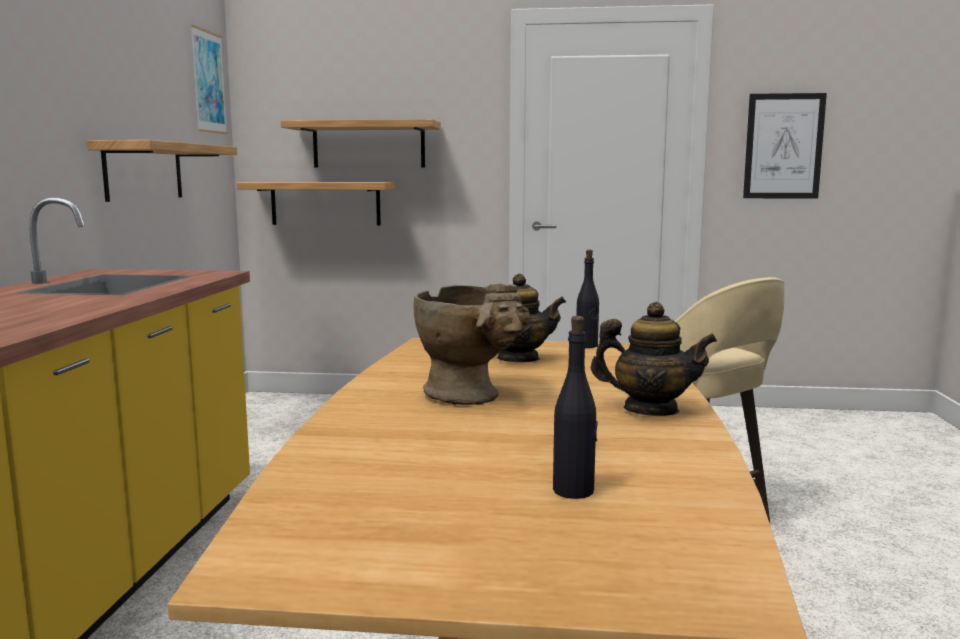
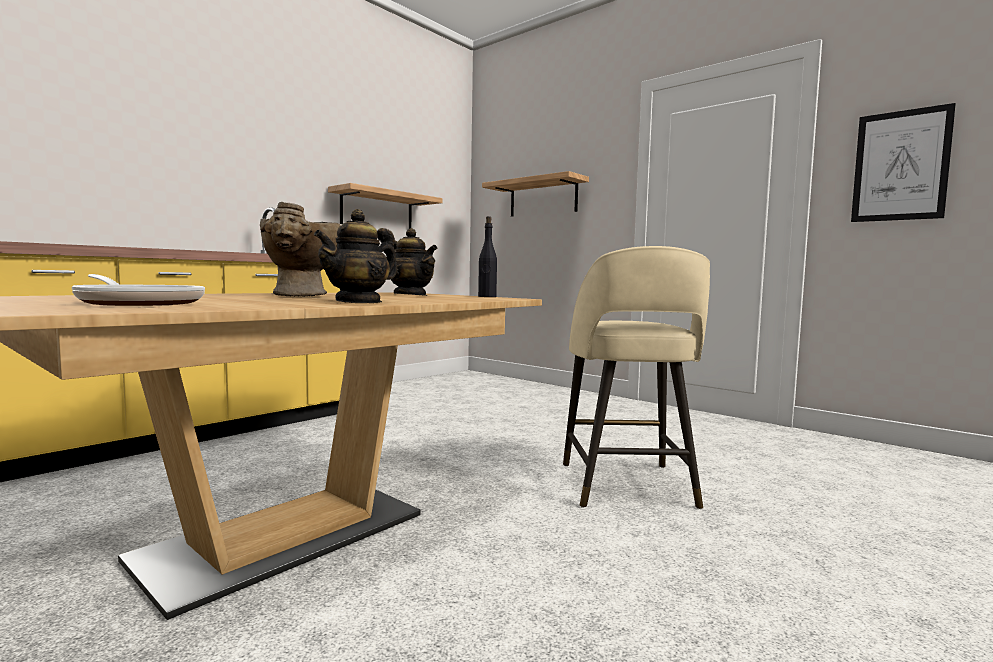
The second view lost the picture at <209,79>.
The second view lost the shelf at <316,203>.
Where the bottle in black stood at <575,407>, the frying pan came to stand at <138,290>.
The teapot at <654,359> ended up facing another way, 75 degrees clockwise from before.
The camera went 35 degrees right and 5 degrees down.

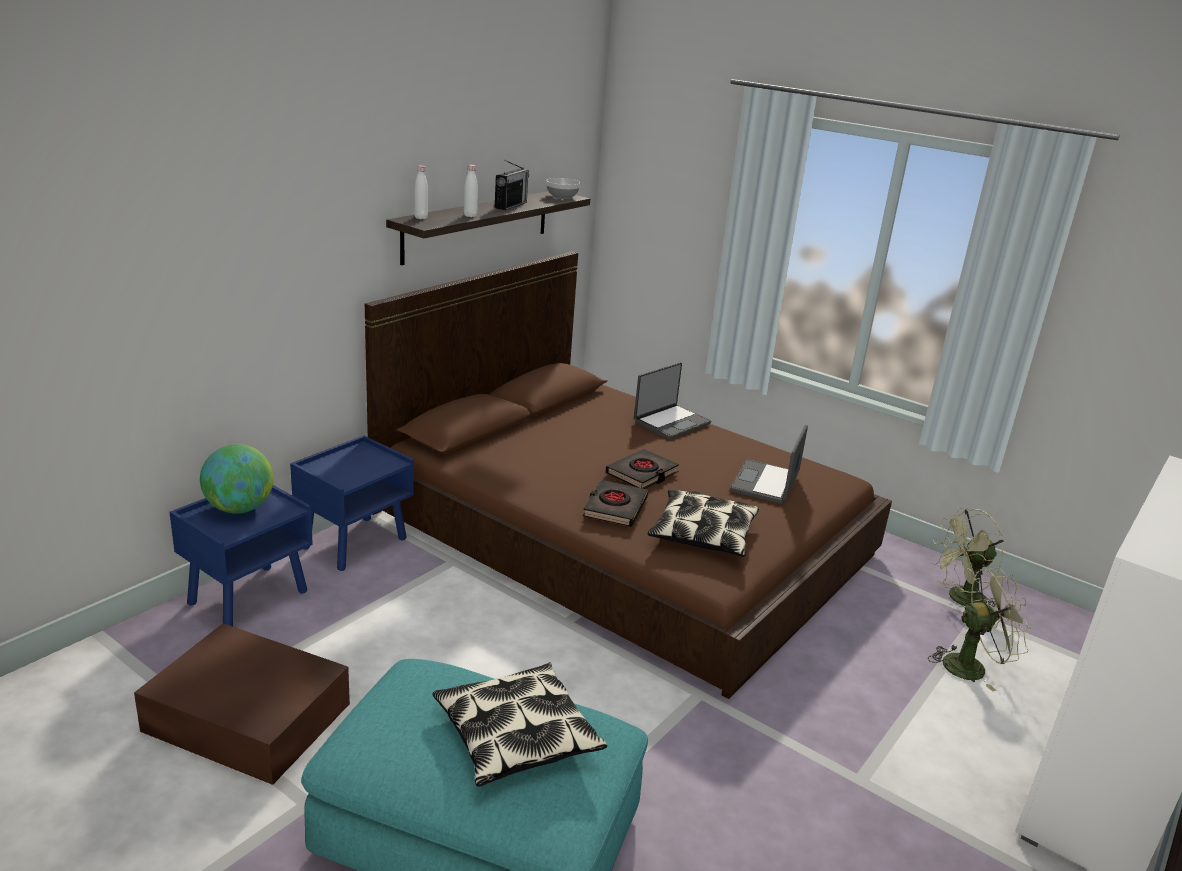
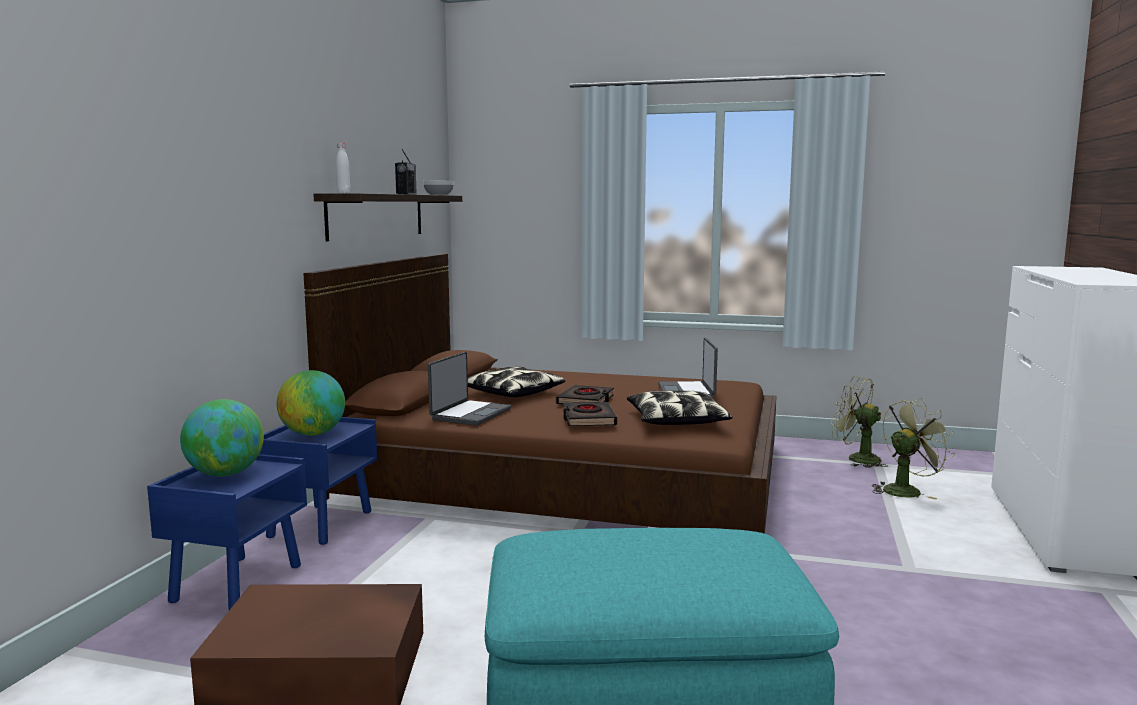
The second view lost the bottle in white at <471,191>.
The second view gained the globe at <311,403>.
The pillow ended up elsewhere, having gone from <520,724> to <516,381>.
The laptop ended up elsewhere, having gone from <672,400> to <469,388>.
The fan in green at <968,557> ended up facing another way, 75 degrees clockwise from before.
The camera went 20 degrees left and 15 degrees down.

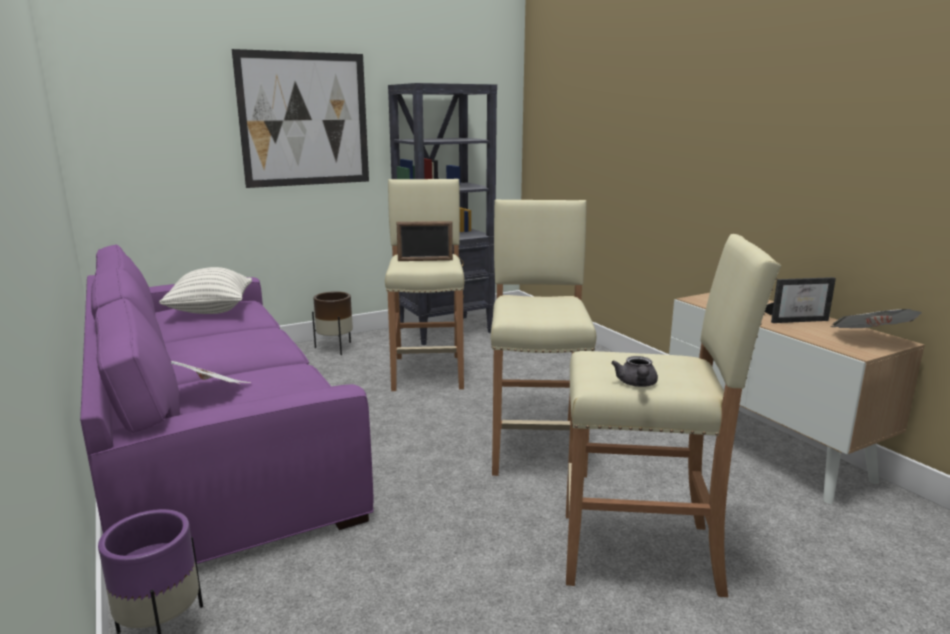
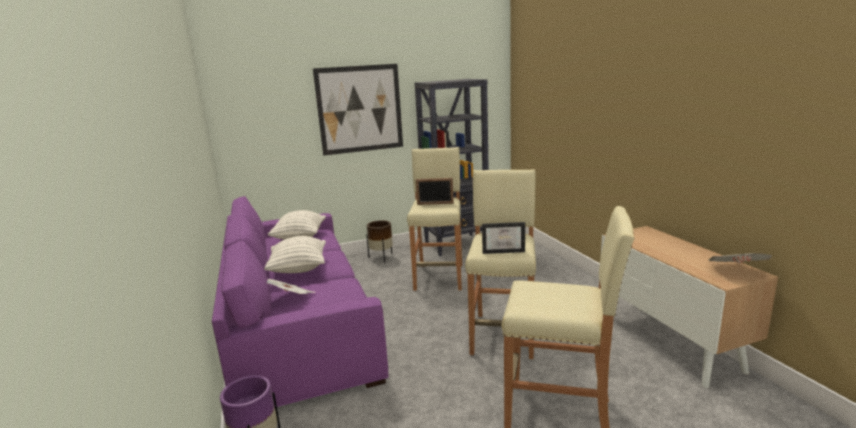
The second view lost the teapot in grey at <634,371>.
The second view gained the pillow at <295,254>.
The picture frame ended up elsewhere, having gone from <800,300> to <503,238>.
The camera went 10 degrees right and 0 degrees up.

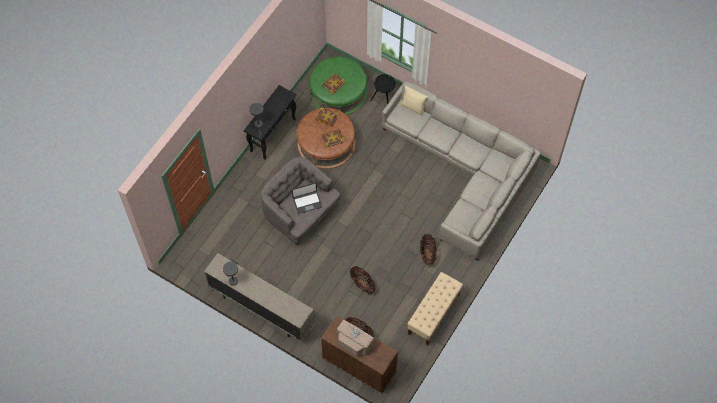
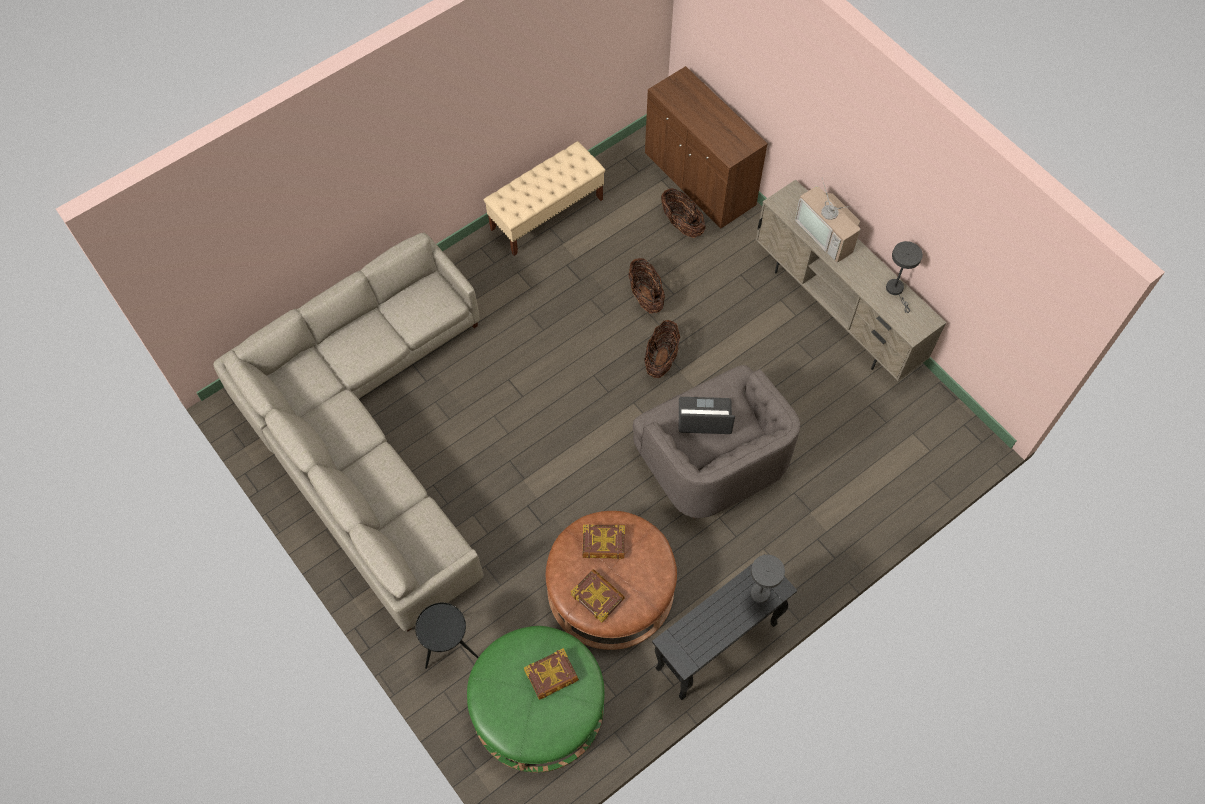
The second view lost the pillow in beige at <414,100>.
The television ended up elsewhere, having gone from <355,338> to <827,221>.
The basket ended up elsewhere, having gone from <428,249> to <662,349>.
The camera went 160 degrees left and 0 degrees up.

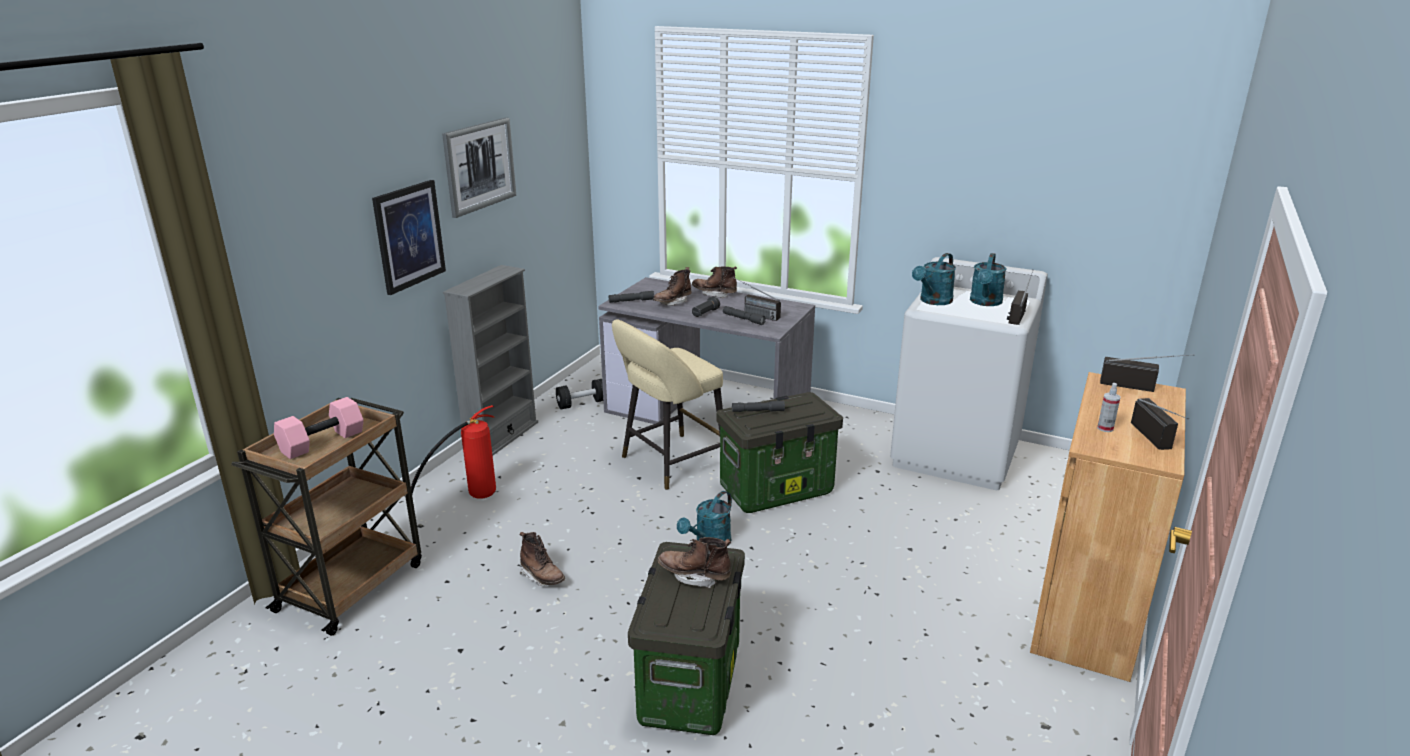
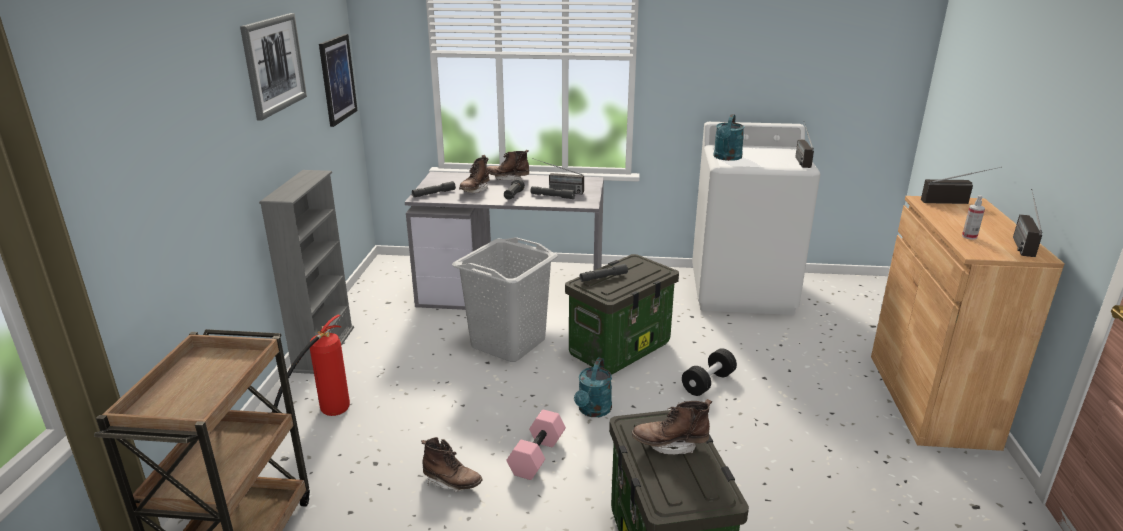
The second view lost the watering can in turquoise at <988,279>.
The dumbbell in pink ended up elsewhere, having gone from <319,428> to <536,444>.
The picture ended up elsewhere, having gone from <409,237> to <338,80>.
The dumbbell in black ended up elsewhere, having gone from <579,394> to <709,372>.
Where the stool in beige stood at <667,404>, the laundry basket in grey came to stand at <505,299>.
The radio at <1160,424> ended up facing another way, 135 degrees counterclockwise from before.
The camera went 20 degrees left and 0 degrees up.

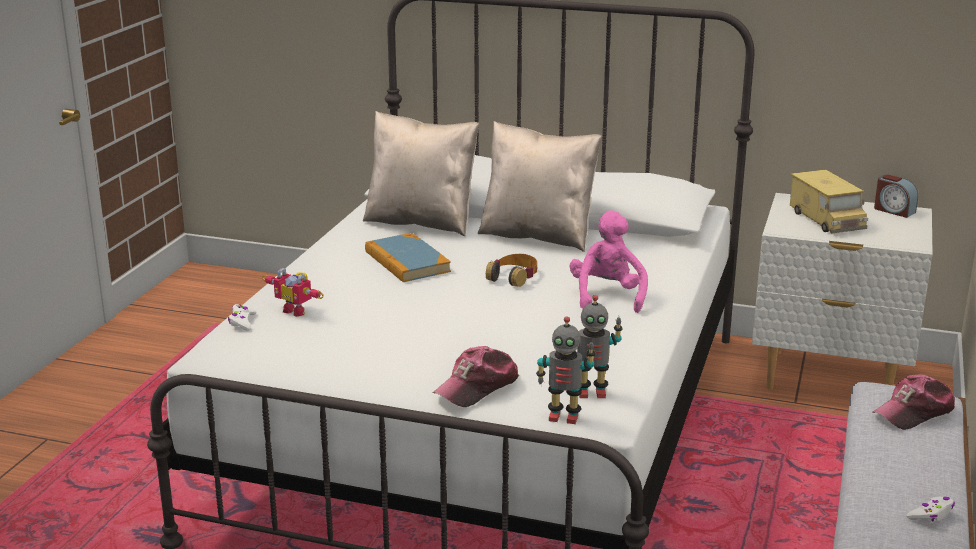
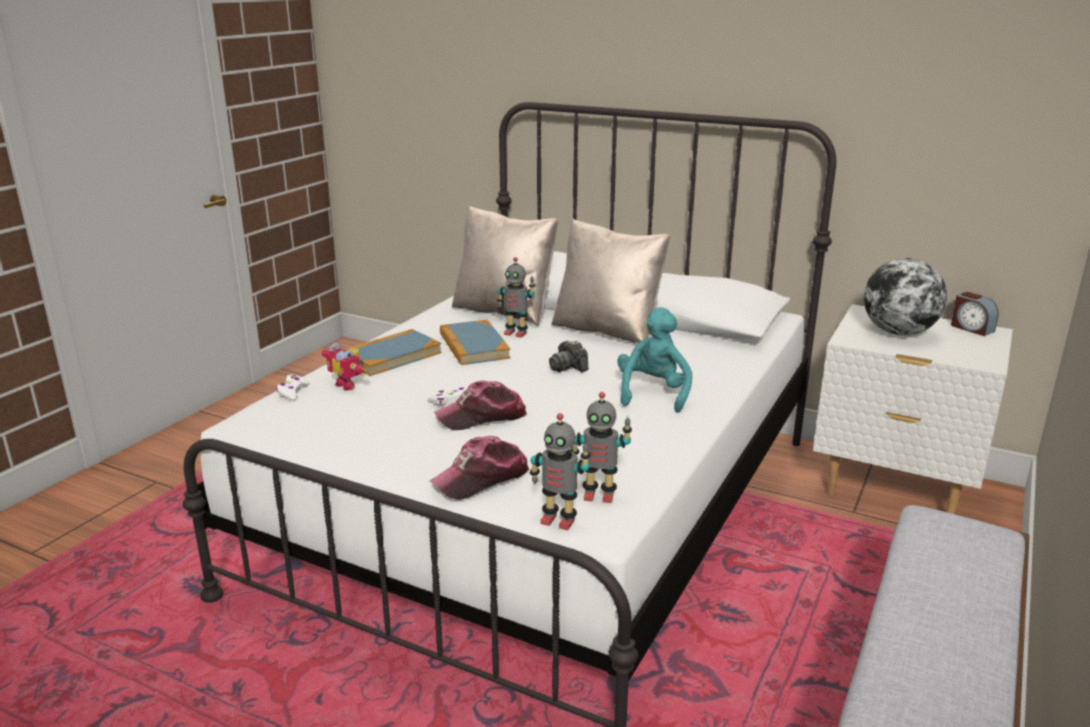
The second view gained the book at <392,352>.
The second view gained the toy robot at <516,297>.
The cap ended up elsewhere, having gone from <914,402> to <480,405>.
The game controller in white ended up elsewhere, having gone from <930,509> to <446,396>.
Where the headphones stood at <511,270>, the photo camera came to stand at <569,356>.
Where the toy truck stood at <829,201>, the globe came to stand at <905,297>.
What was the plush toy in pink at <609,261> turned into the plush toy in turquoise at <654,360>.
The camera went 10 degrees right and 0 degrees up.

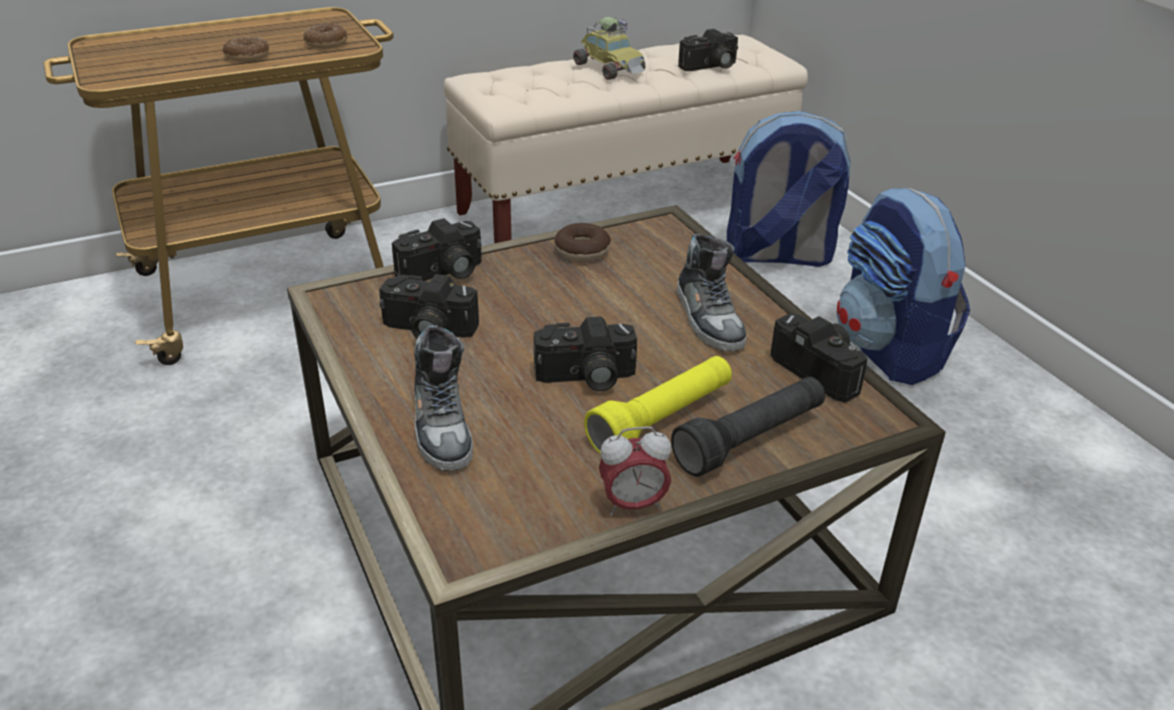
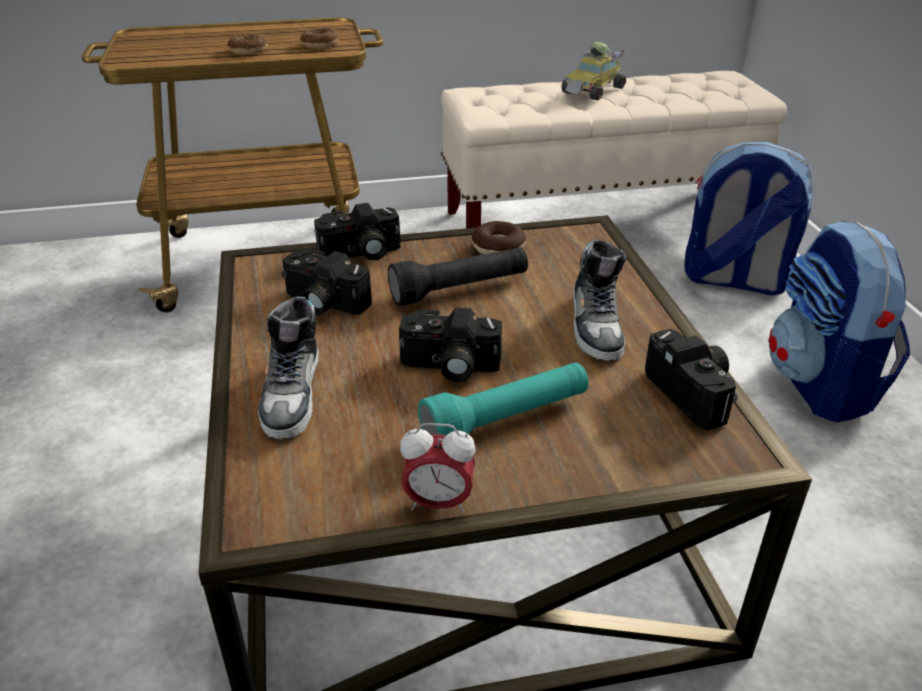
The second view lost the photo camera at <708,50>.
The flashlight in black ended up elsewhere, having gone from <748,427> to <458,276>.
What was the flashlight in yellow at <658,405> turned into the flashlight in turquoise at <503,398>.
The toy car at <609,48> ended up facing another way, 60 degrees clockwise from before.
The camera went 15 degrees right and 0 degrees up.

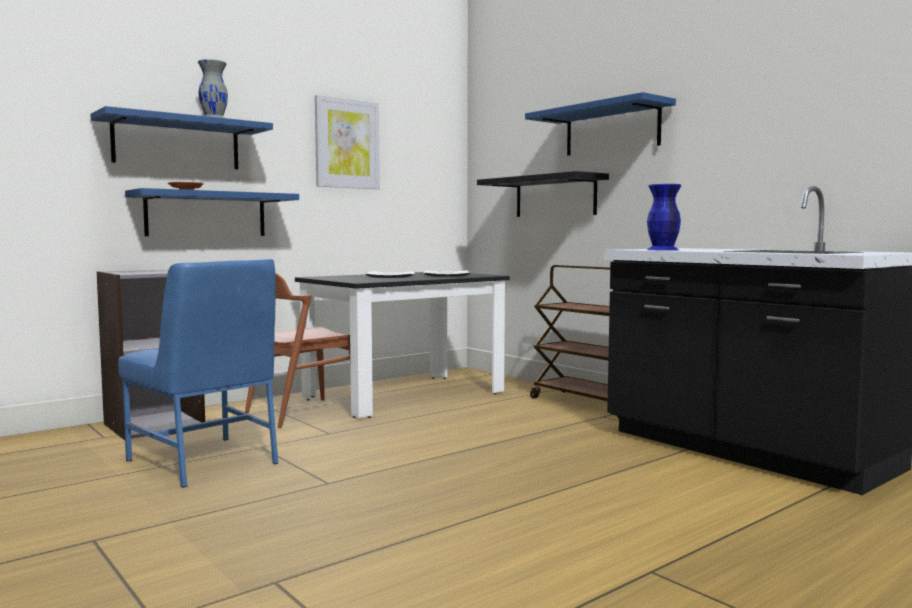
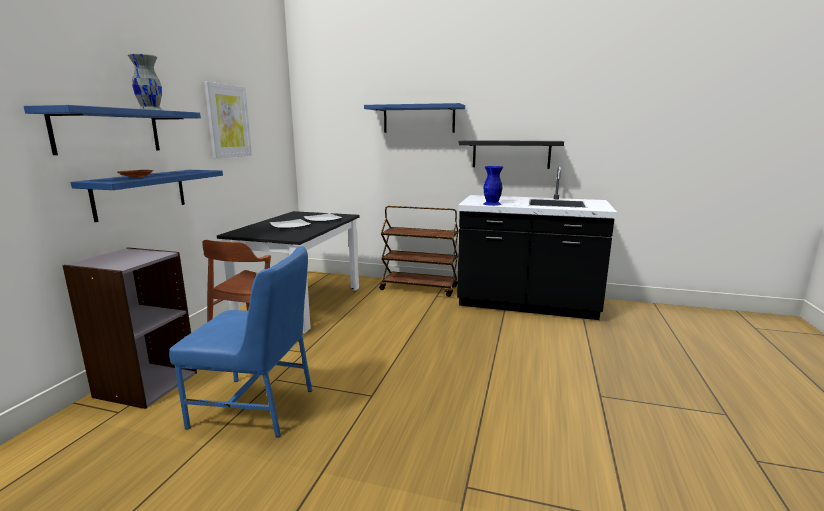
The shelf in black ended up elsewhere, having gone from <543,194> to <511,154>.
The camera went 35 degrees left and 10 degrees up.

